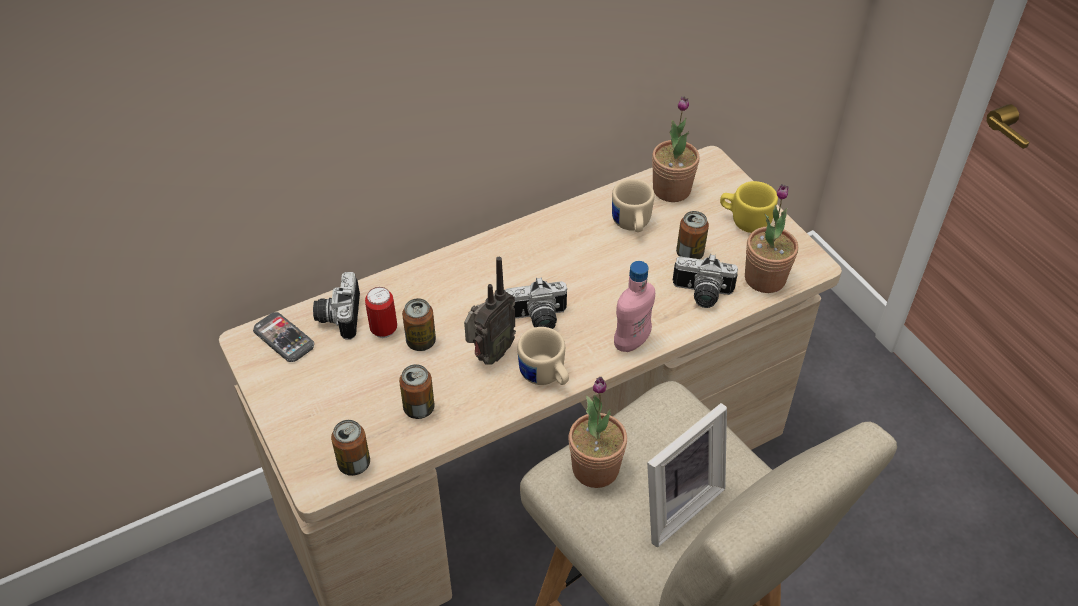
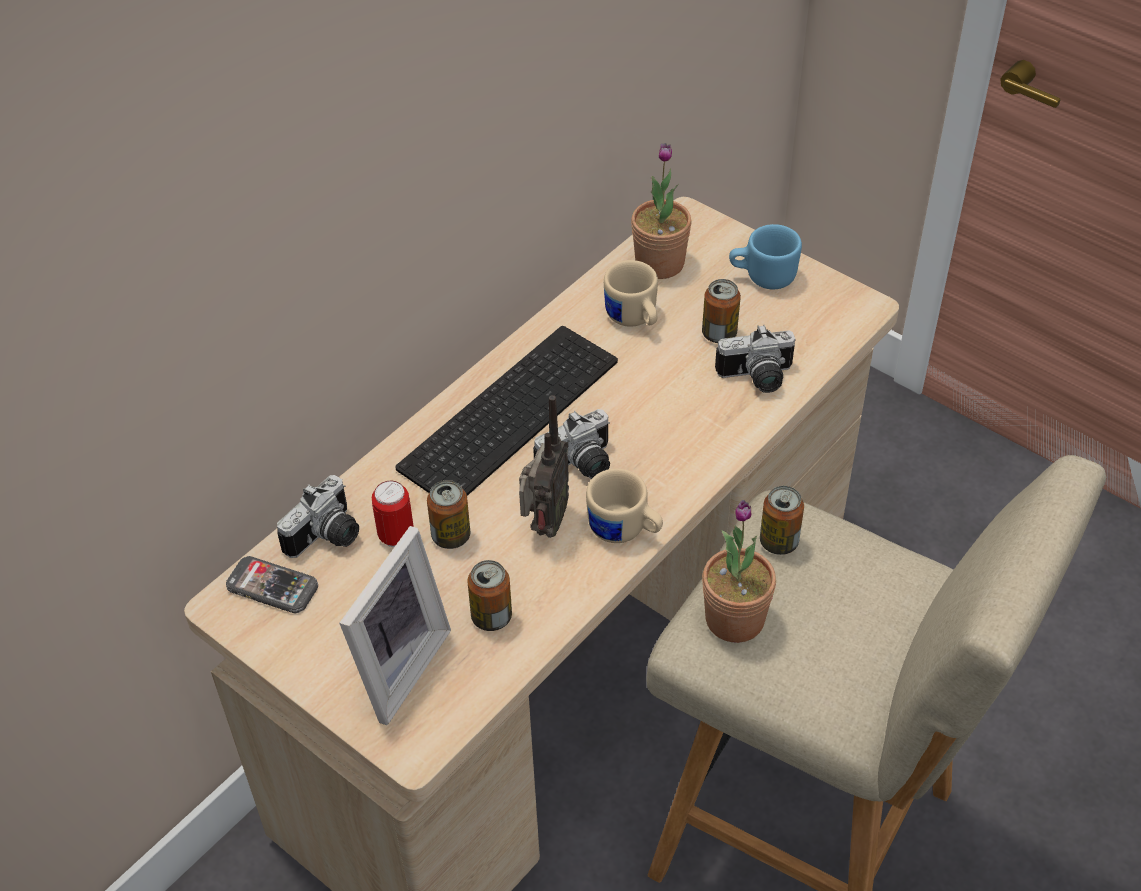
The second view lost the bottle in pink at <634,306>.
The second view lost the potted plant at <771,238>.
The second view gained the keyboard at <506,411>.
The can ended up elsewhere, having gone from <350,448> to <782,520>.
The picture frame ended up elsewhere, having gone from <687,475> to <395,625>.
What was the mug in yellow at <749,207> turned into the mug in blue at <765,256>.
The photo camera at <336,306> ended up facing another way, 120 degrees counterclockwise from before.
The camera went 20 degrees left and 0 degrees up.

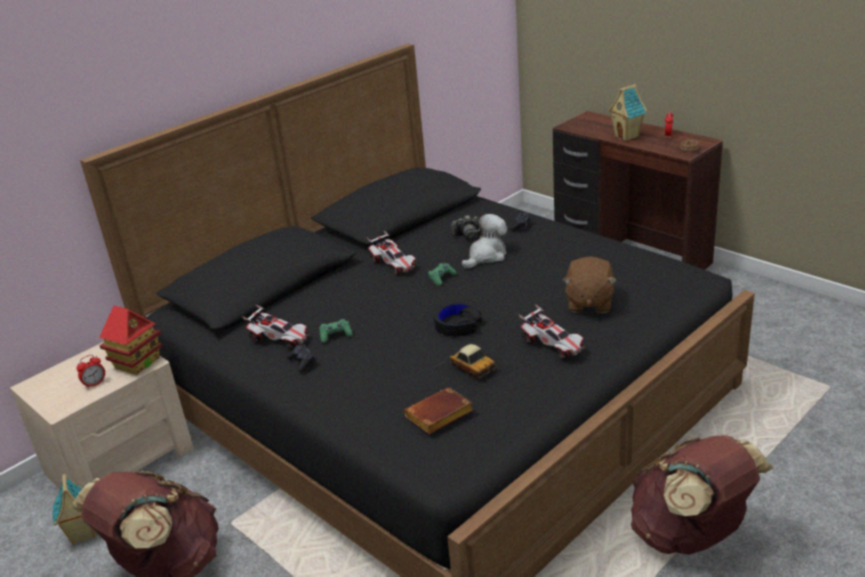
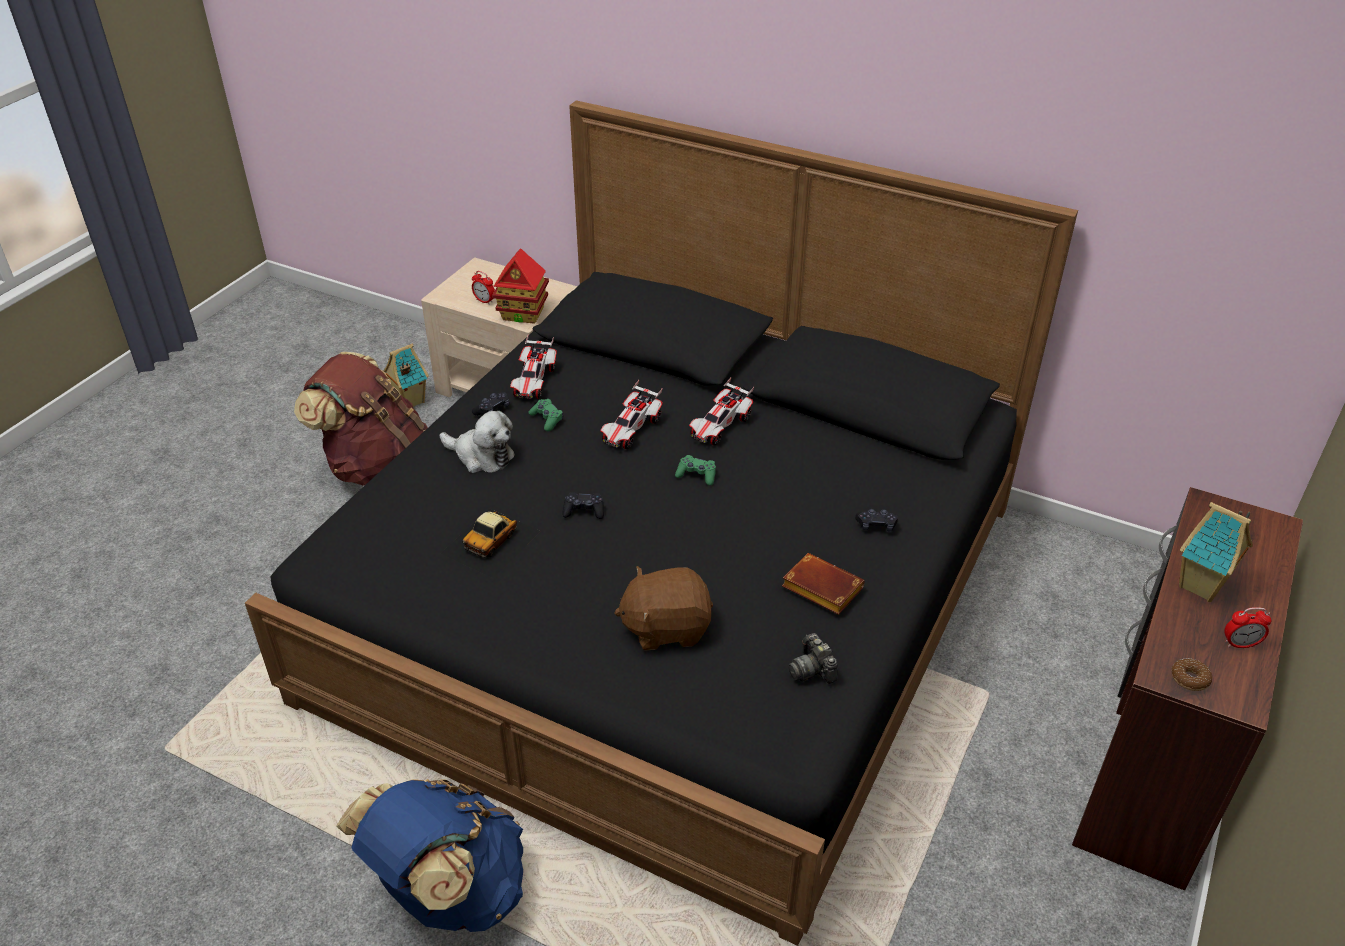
The book in brown ended up elsewhere, having gone from <438,410> to <823,584>.
The photo camera ended up elsewhere, having gone from <465,228> to <813,658>.
The plush toy ended up elsewhere, having gone from <484,241> to <477,442>.
The toy car ended up elsewhere, having gone from <552,332> to <631,414>.
Where the headphones in black stood at <457,319>, the game controller in black came to stand at <583,505>.
What was the backpack in brown at <702,495> turned into the backpack in blue at <429,855>.
The camera went 70 degrees right and 10 degrees up.

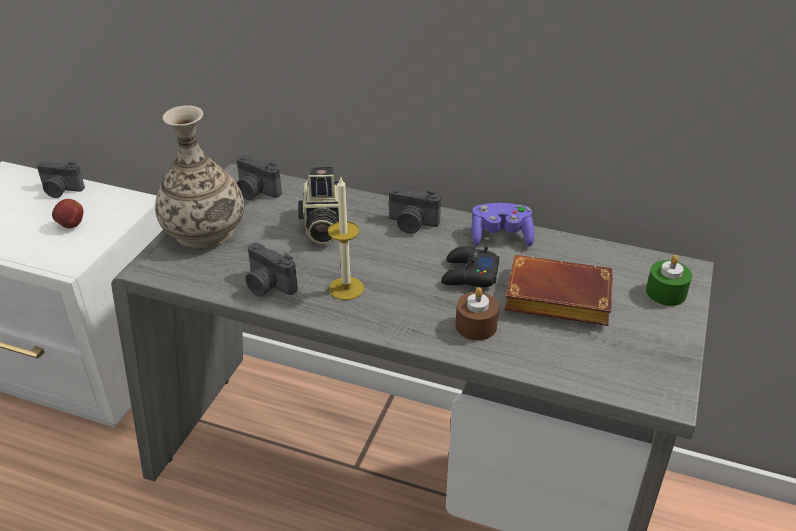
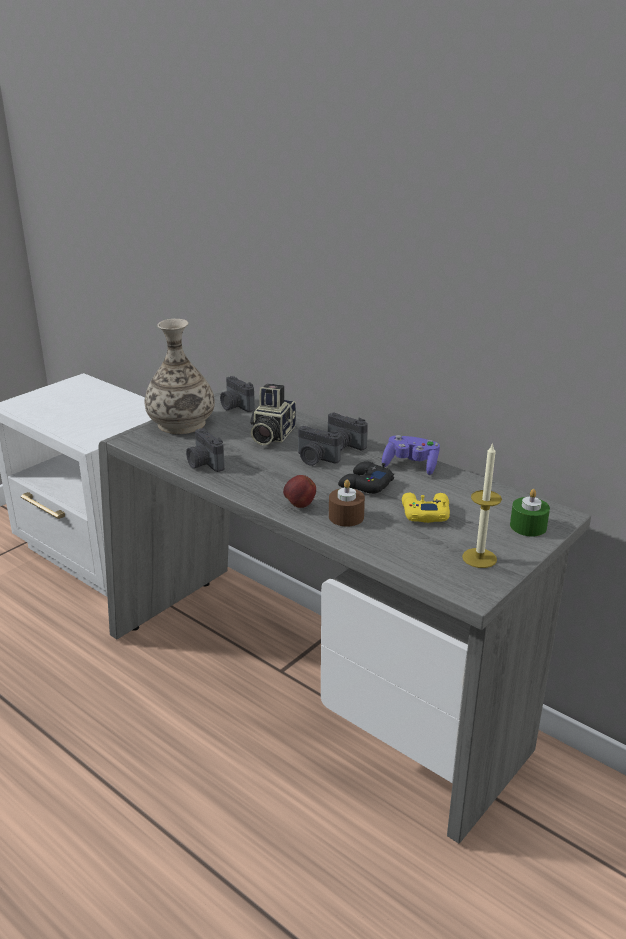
The photo camera ended up elsewhere, having gone from <60,179> to <319,446>.
The apple ended up elsewhere, having gone from <67,213> to <299,491>.
The candle ended up elsewhere, having gone from <346,238> to <482,505>.
Where the book in brown stood at <558,290>, the game controller in yellow came to stand at <426,508>.
The camera went 20 degrees right and 10 degrees down.

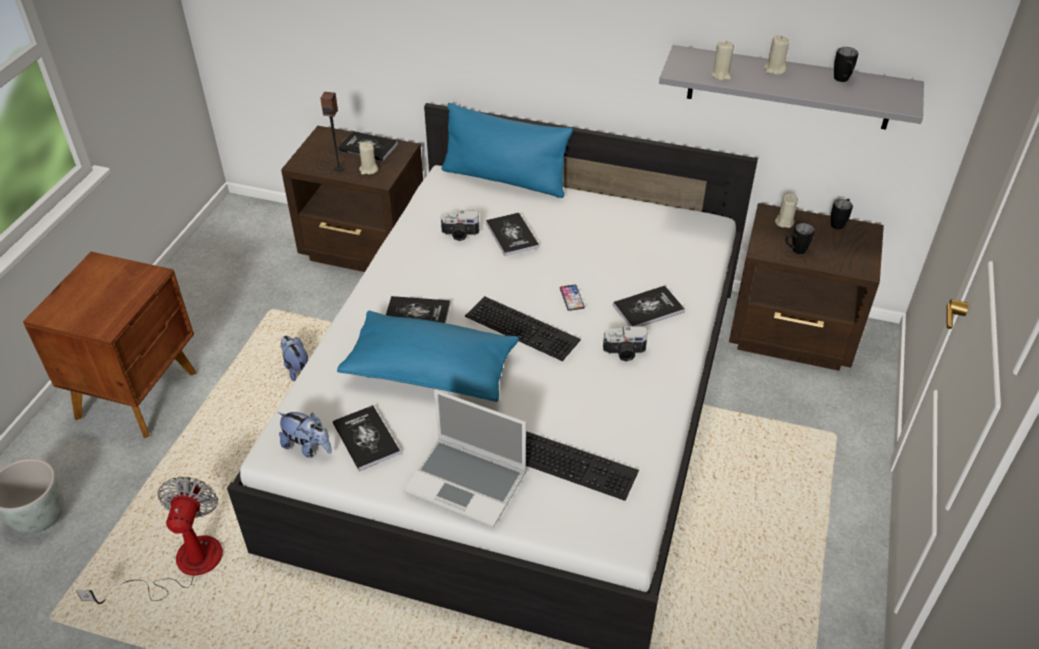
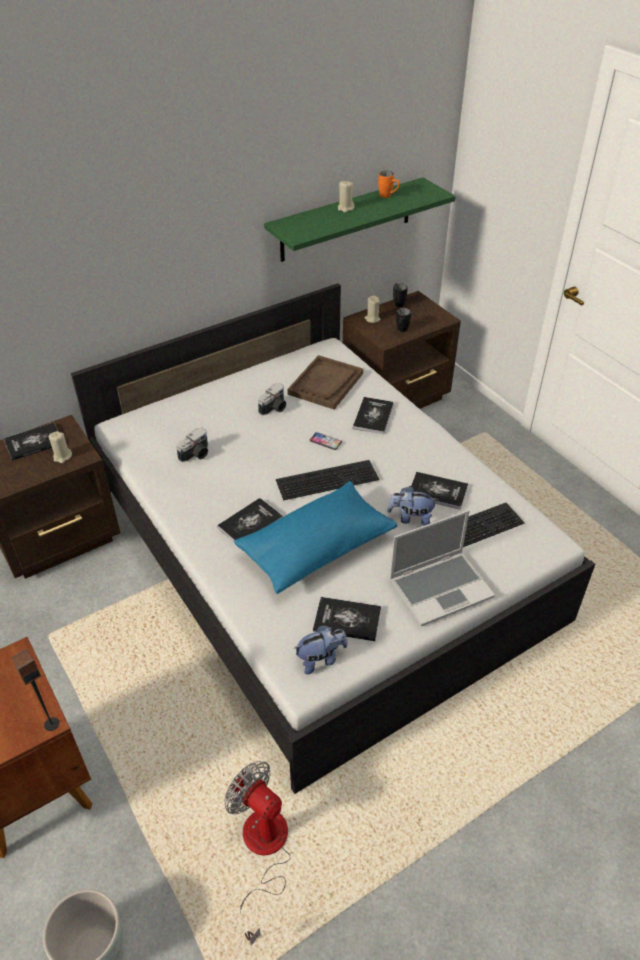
The second view lost the pillow in blue at <507,150>.
The second view lost the candle in beige at <722,60>.
The second view gained the tray in brown at <325,382>.
The plush toy ended up elsewhere, having gone from <294,358> to <412,506>.
The speaker ended up elsewhere, having gone from <332,132> to <35,690>.
The book ended up elsewhere, having gone from <512,234> to <439,491>.
The photo camera ended up elsewhere, having gone from <625,344> to <272,399>.
What was the shelf in grey at <791,87> turned into the shelf in green at <360,219>.
What was the mug in black at <846,64> turned into the mug in orange at <389,184>.
The camera went 50 degrees left and 0 degrees up.

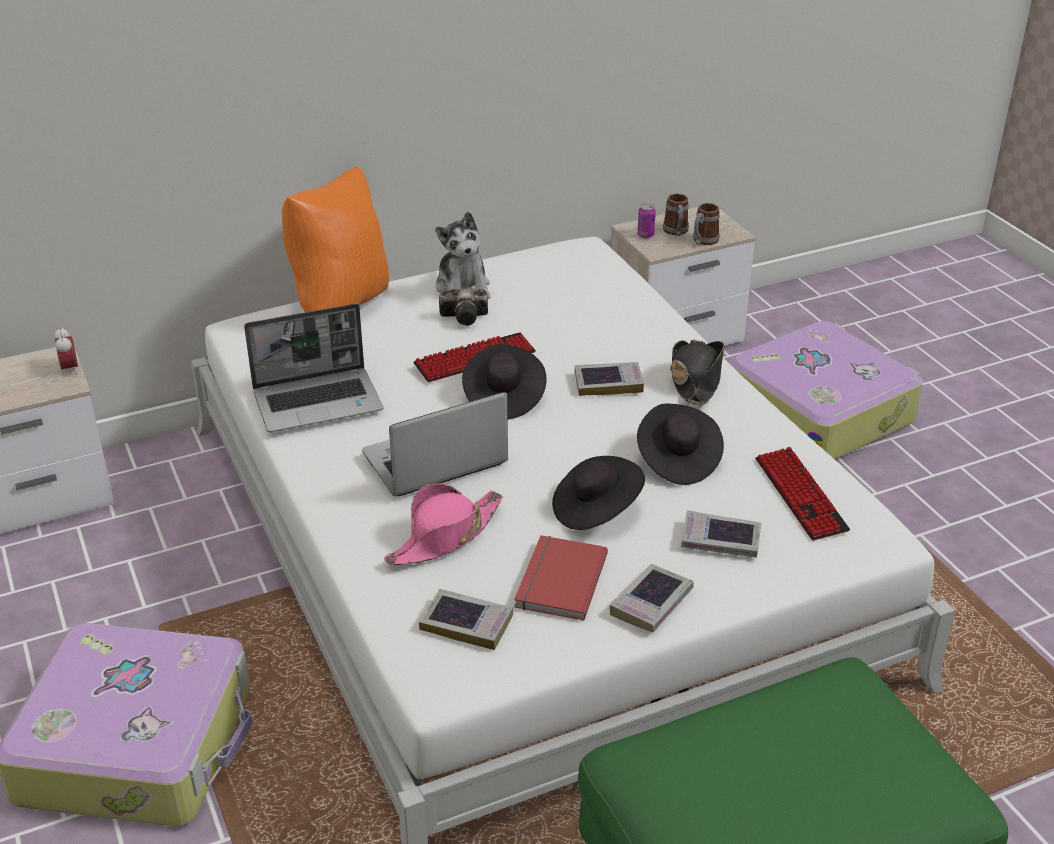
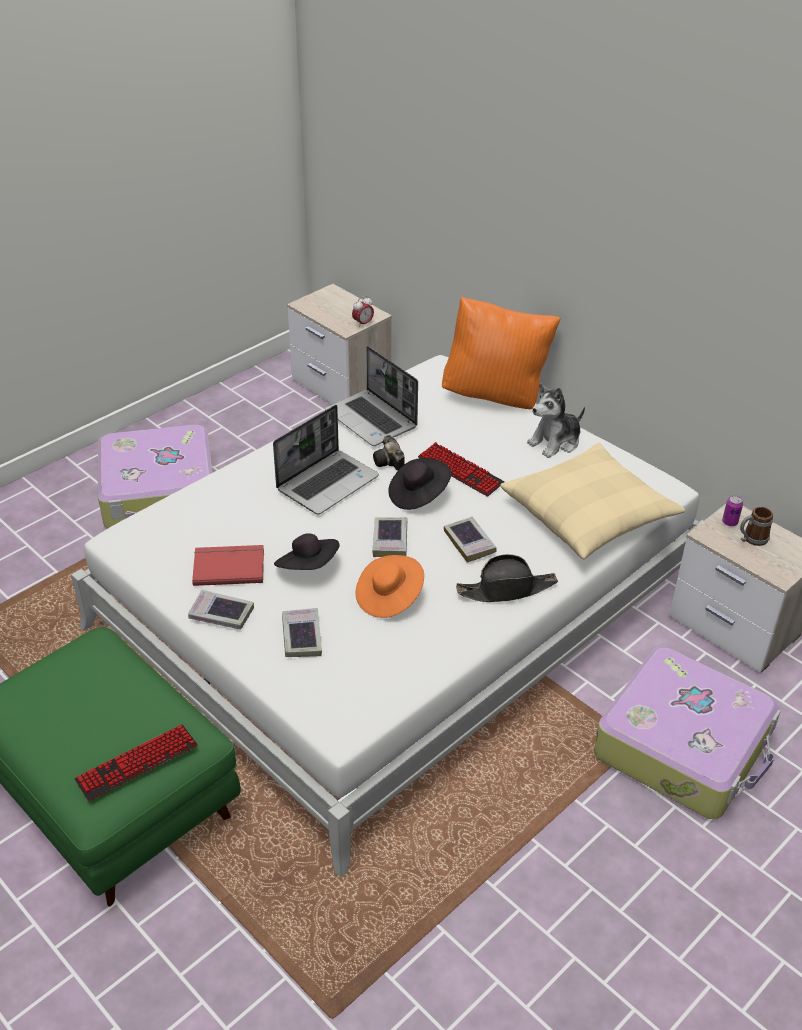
The second view lost the hat in pink at <443,524>.
The second view lost the mug at <706,224>.
The second view gained the pillow in beige at <592,501>.
The book ended up elsewhere, having gone from <466,619> to <389,537>.
The photo camera ended up elsewhere, having gone from <463,306> to <389,453>.
The keyboard ended up elsewhere, having gone from <803,494> to <136,763>.
What was the hat in black at <680,444> turned into the hat in orange at <389,586>.
The laptop at <435,444> ended up facing another way, 90 degrees clockwise from before.
The camera went 70 degrees right and 5 degrees up.

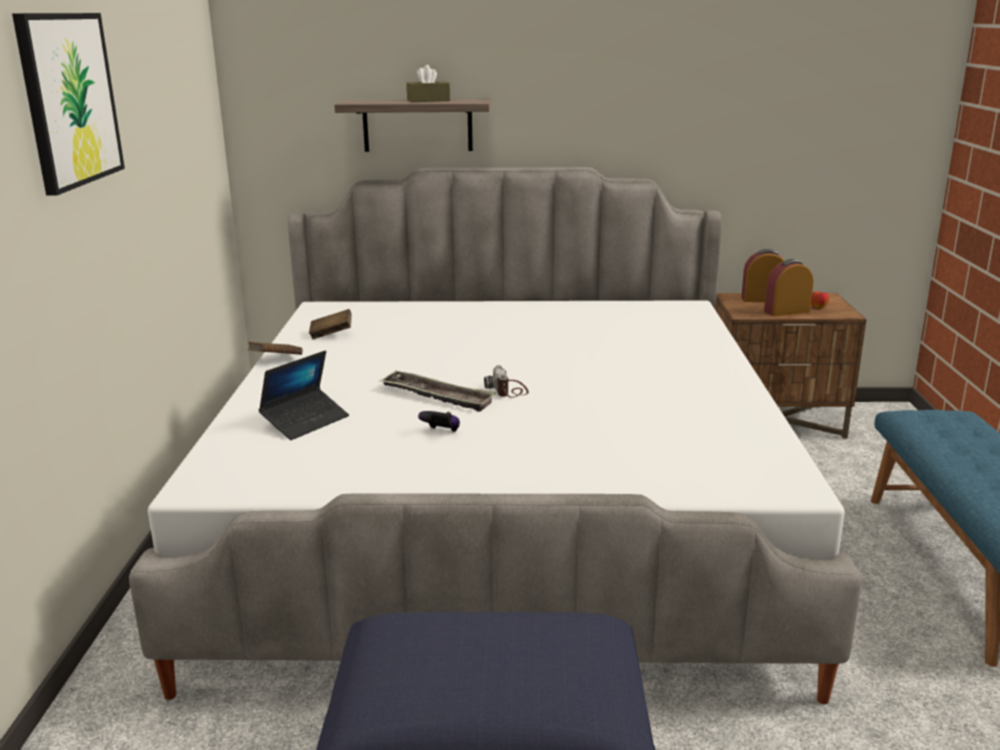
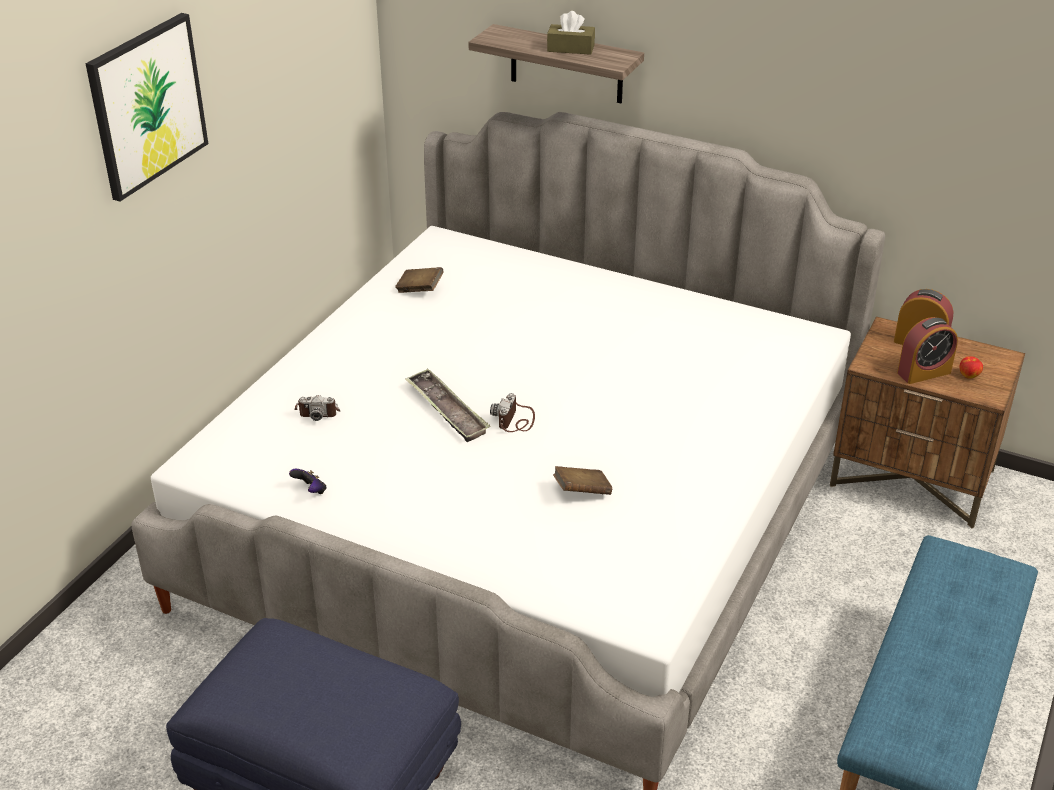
The book in brown ended up elsewhere, having gone from <275,348> to <582,480>.
The game controller ended up elsewhere, having gone from <439,421> to <308,481>.
Where the laptop stood at <304,395>, the photo camera came to stand at <317,408>.
The alarm clock at <788,287> ended up facing another way, 150 degrees clockwise from before.
The camera went 25 degrees right and 15 degrees up.

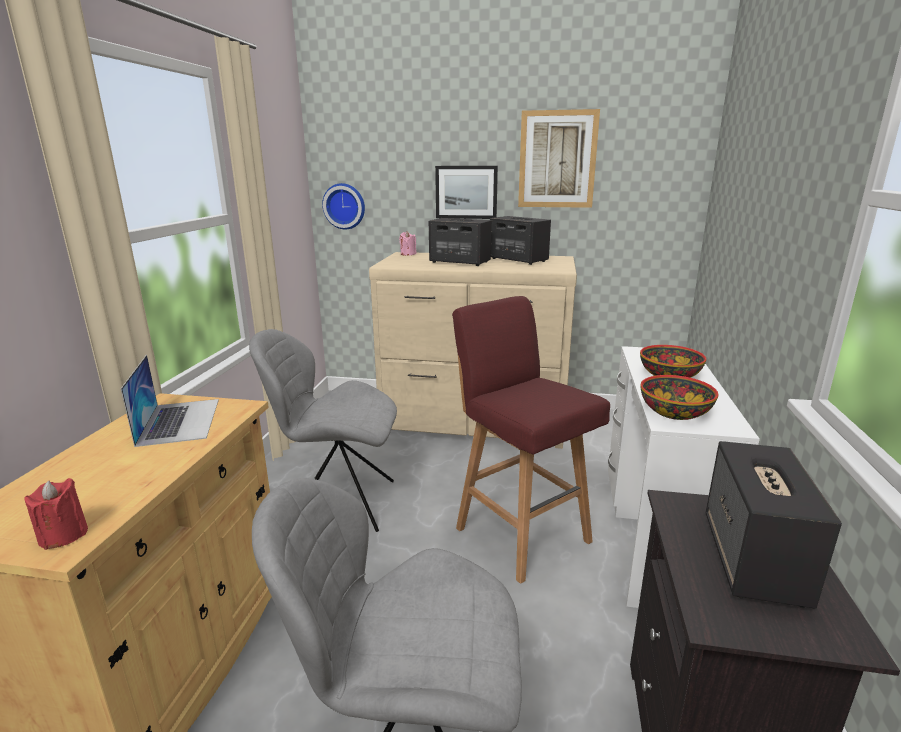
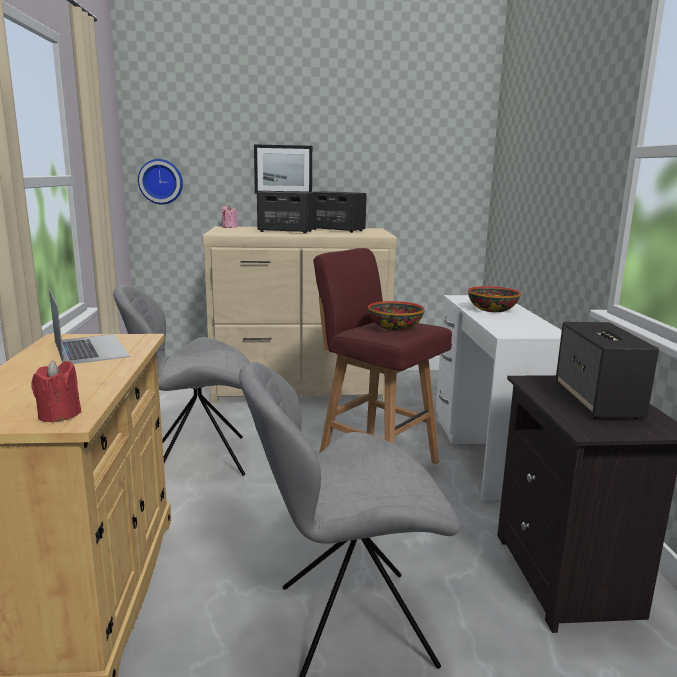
The second view lost the picture at <559,158>.
The bowl ended up elsewhere, having gone from <679,397> to <396,316>.
The camera went 15 degrees left and 5 degrees down.

